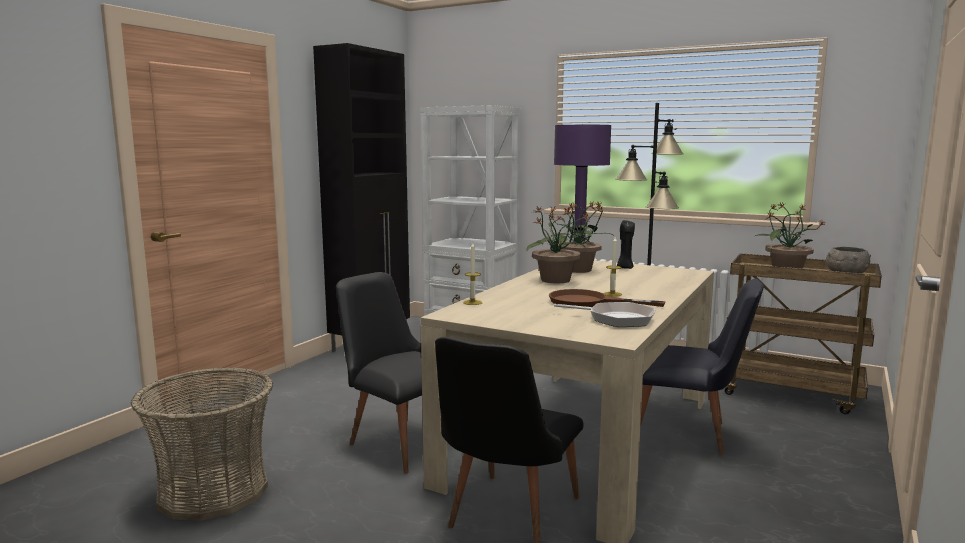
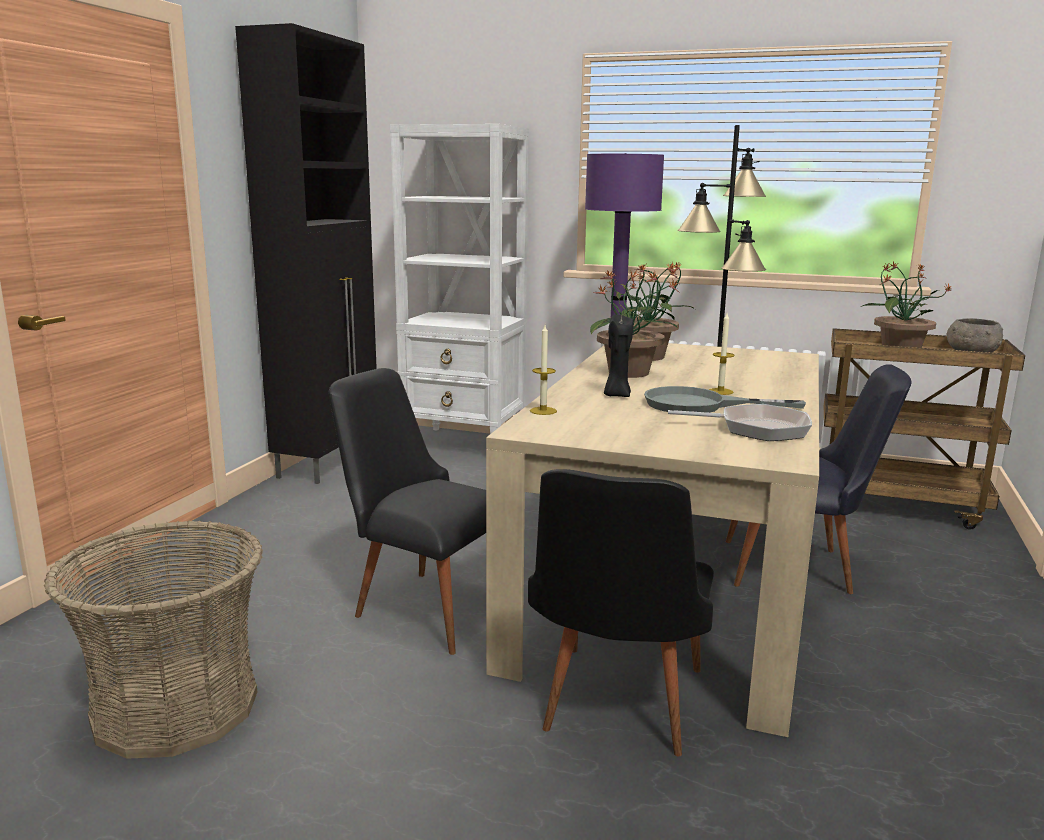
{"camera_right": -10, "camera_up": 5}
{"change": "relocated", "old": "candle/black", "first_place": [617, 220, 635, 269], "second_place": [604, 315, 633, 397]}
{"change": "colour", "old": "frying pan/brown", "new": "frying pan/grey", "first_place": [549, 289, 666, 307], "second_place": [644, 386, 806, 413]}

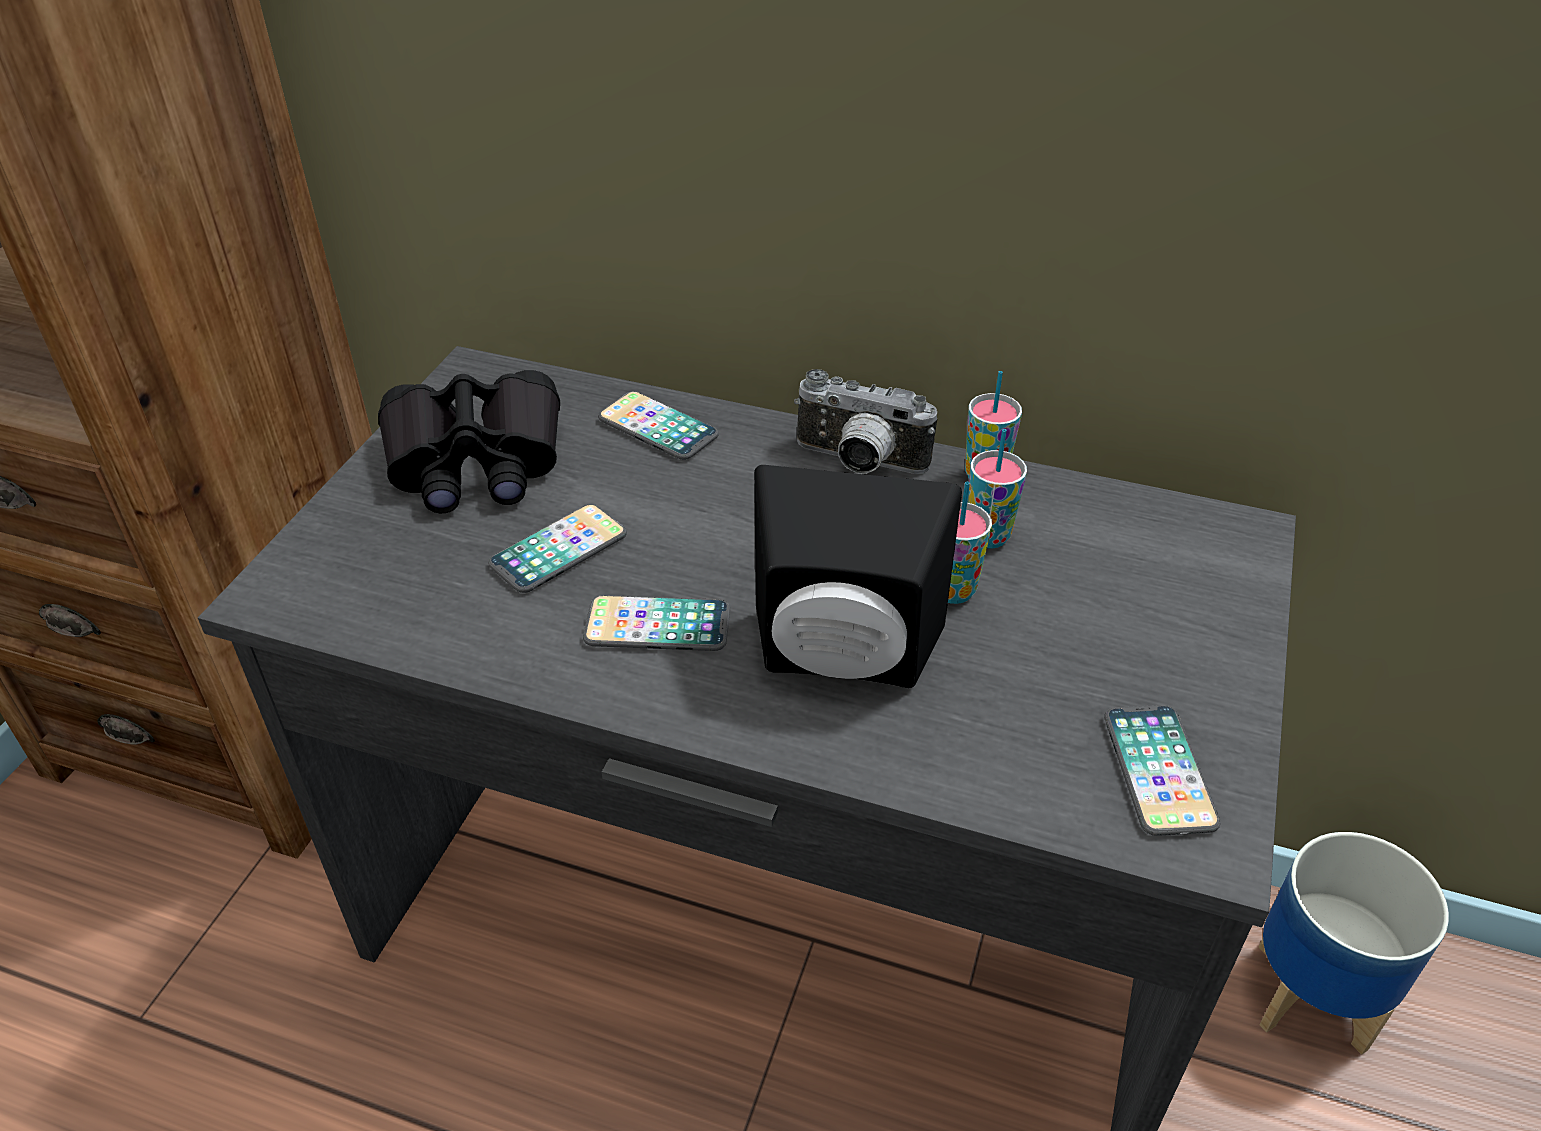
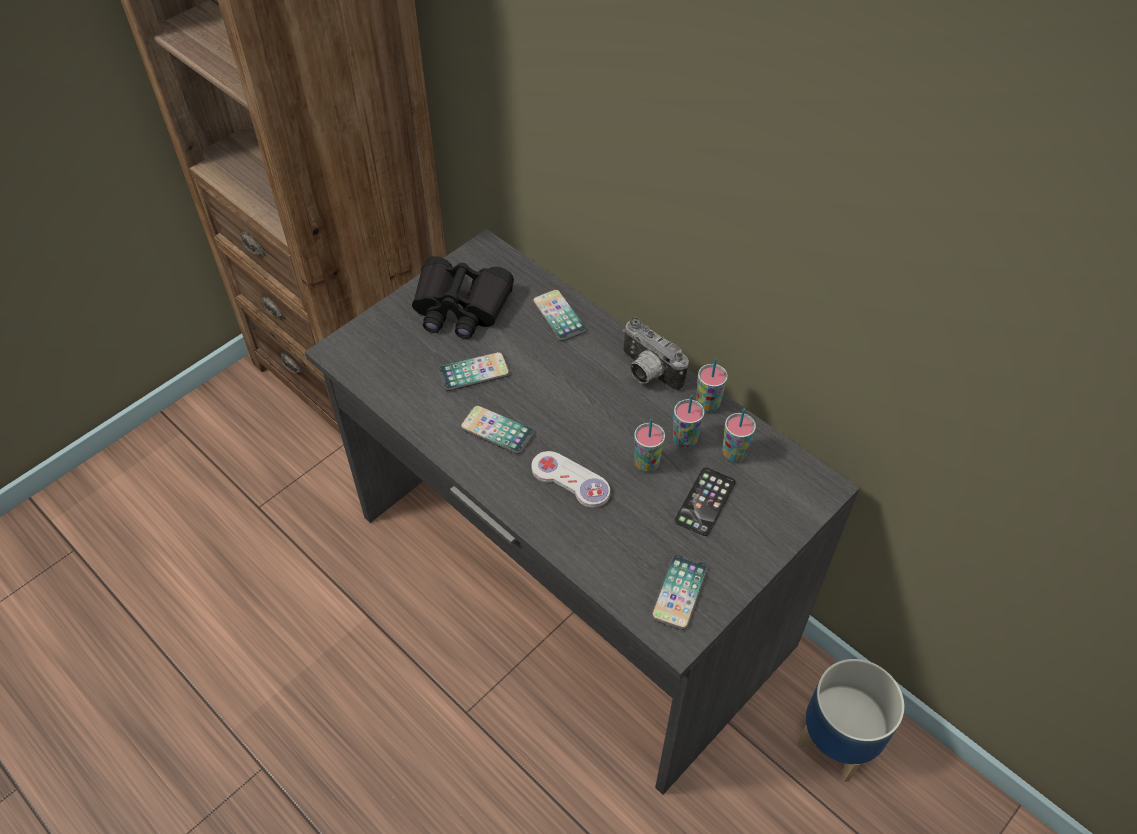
{"camera_right": 25, "camera_up": 10}
{"change": "exchanged", "old": "speaker/black", "new": "game controller/white", "first_place": [754, 465, 962, 688], "second_place": [531, 451, 610, 508]}
{"change": "appeared", "new": "phone", "second_place": [675, 467, 736, 536]}
{"change": "appeared", "new": "cup", "second_place": [723, 409, 756, 462]}

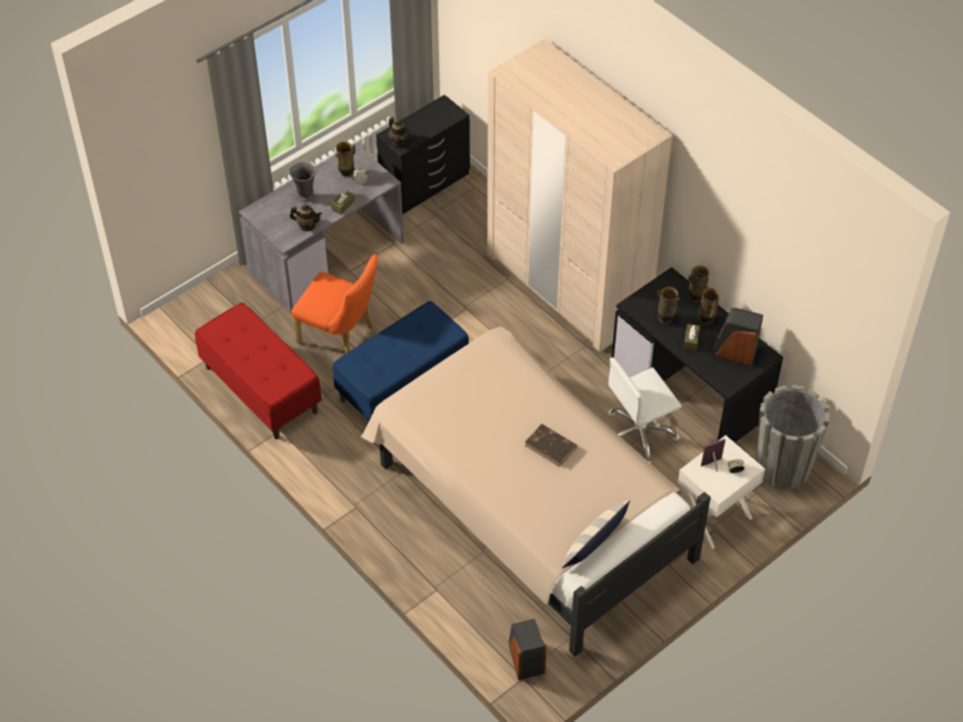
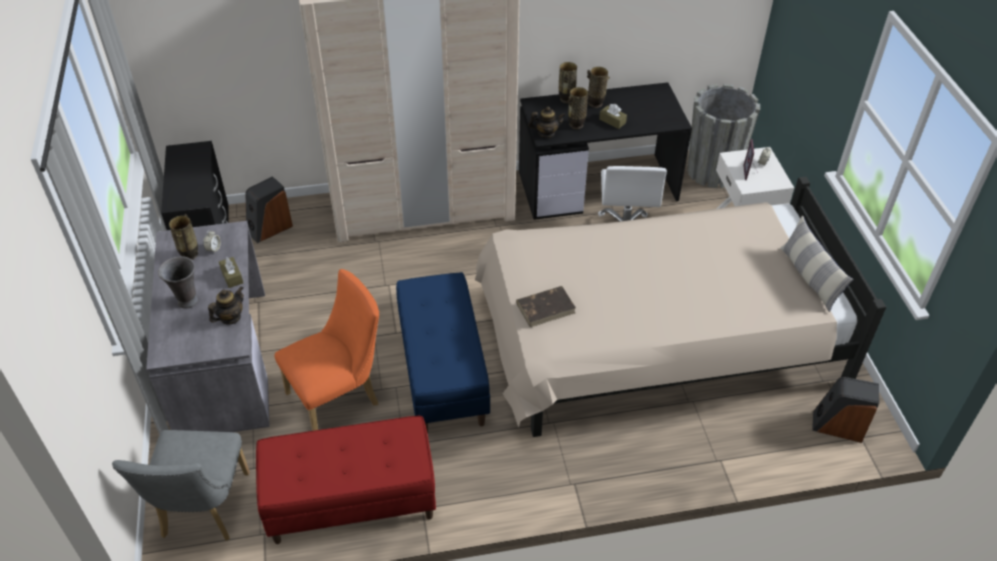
{"camera_right": -60, "camera_up": -5}
{"change": "appeared", "new": "chair/grey", "second_place": [112, 430, 250, 541]}
{"change": "relocated", "old": "speaker", "first_place": [711, 308, 763, 366], "second_place": [245, 176, 293, 243]}
{"change": "relocated", "old": "book/brown", "first_place": [525, 424, 577, 467], "second_place": [516, 286, 576, 327]}
{"change": "relocated", "old": "teapot", "first_place": [388, 117, 409, 147], "second_place": [528, 106, 565, 138]}

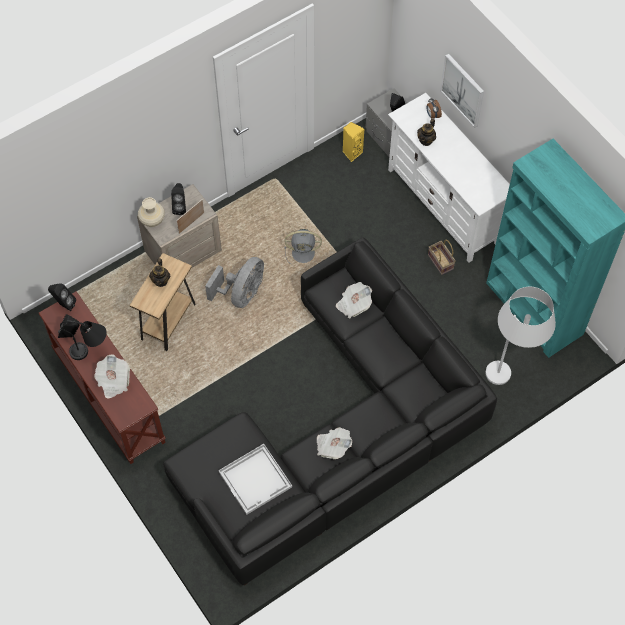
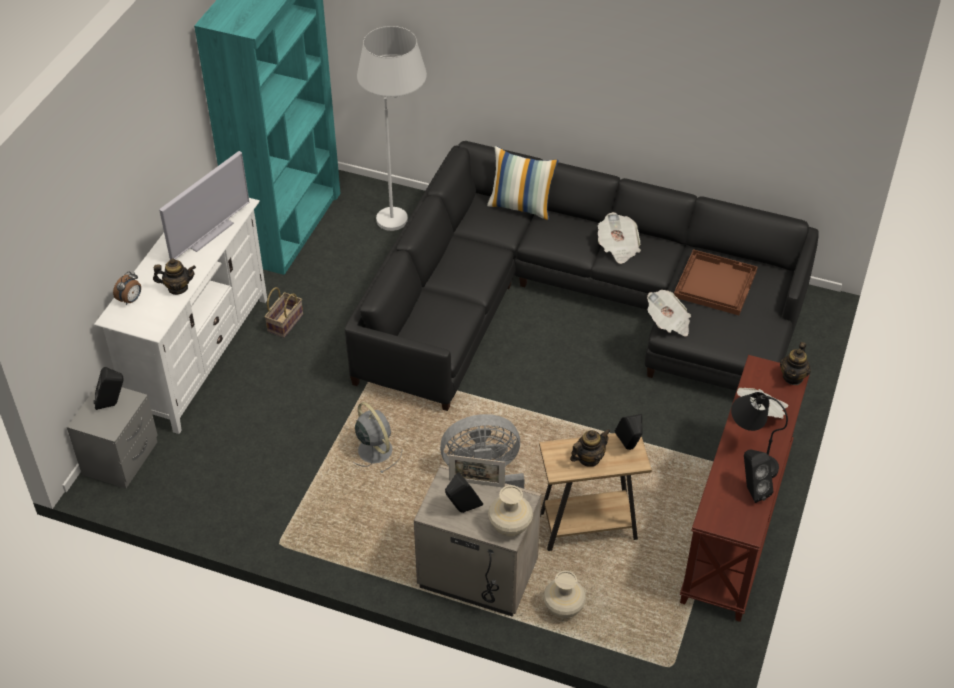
{"camera_right": -125, "camera_up": -15}
{"change": "appeared", "new": "television", "second_place": [159, 151, 249, 259]}
{"change": "appeared", "new": "pillow", "second_place": [487, 146, 559, 220]}
{"change": "appeared", "new": "vase/beige", "second_place": [543, 571, 586, 618]}
{"change": "relocated", "old": "speaker/black", "first_place": [48, 283, 76, 311], "second_place": [615, 414, 642, 450]}
{"change": "relocated", "old": "newspaper", "first_place": [336, 282, 372, 319], "second_place": [647, 290, 691, 336]}
{"change": "colour", "old": "tray/white", "new": "tray/brown", "first_place": [219, 444, 292, 515], "second_place": [674, 249, 757, 315]}
{"change": "appeared", "new": "teapot", "second_place": [780, 342, 811, 385]}
{"change": "missing", "old": "speaker/yellow", "first_place": [343, 122, 364, 162]}
{"change": "missing", "old": "picture", "first_place": [440, 54, 484, 128]}

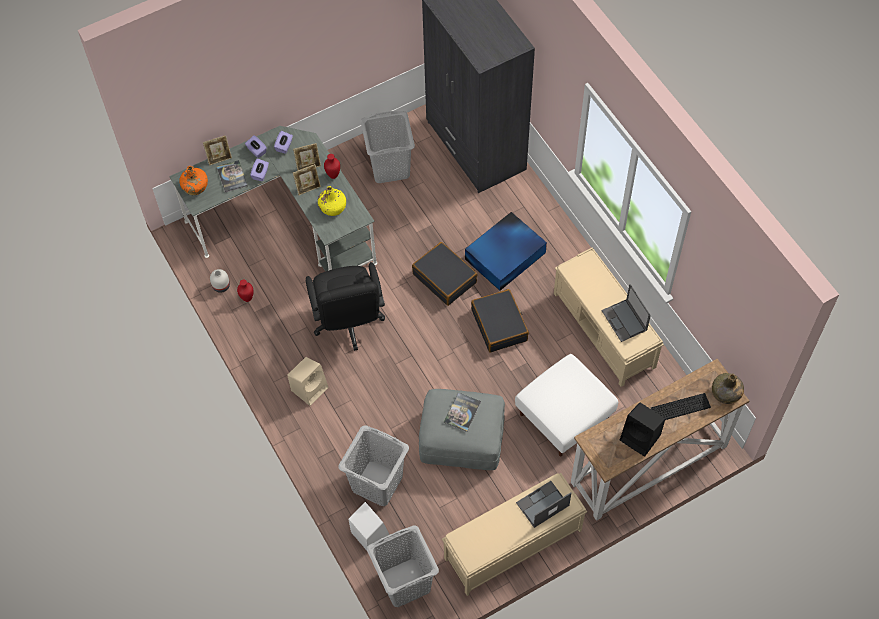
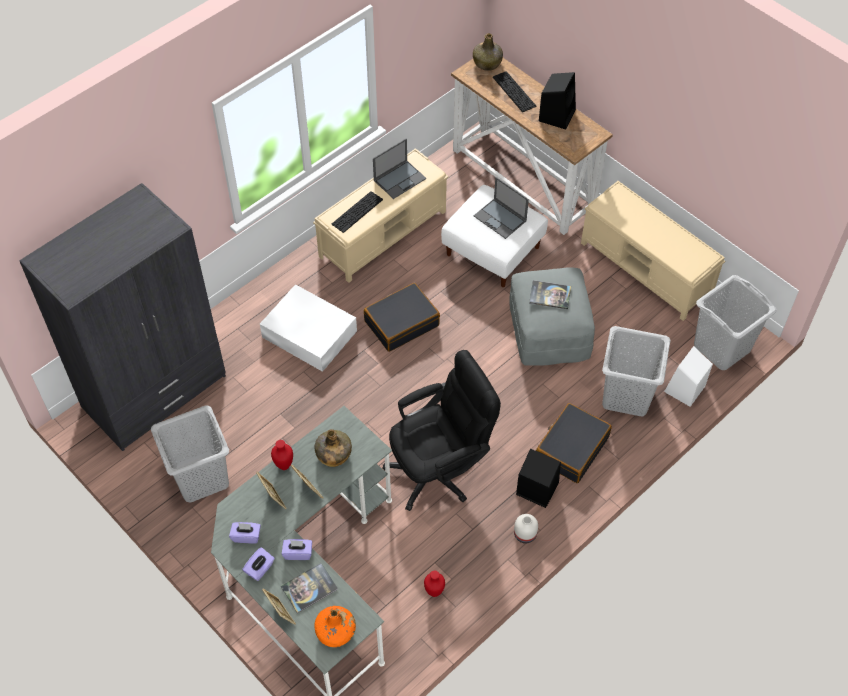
{"camera_right": -105, "camera_up": -5}
{"change": "colour", "old": "storage box/blue", "new": "storage box/white", "first_place": [465, 212, 547, 291], "second_place": [260, 284, 357, 372]}
{"change": "colour", "old": "bottle/yellow", "new": "bottle/green", "first_place": [318, 186, 346, 216], "second_place": [314, 429, 352, 467]}
{"change": "appeared", "new": "keyboard", "second_place": [331, 191, 383, 233]}
{"change": "relocated", "old": "laptop", "first_place": [516, 481, 571, 528], "second_place": [474, 177, 529, 239]}
{"change": "relocated", "old": "vase/white", "first_place": [210, 269, 230, 293], "second_place": [514, 514, 538, 544]}
{"change": "colour", "old": "speaker/beige", "new": "speaker/black", "first_place": [287, 357, 329, 406], "second_place": [516, 449, 561, 508]}
{"change": "relocated", "old": "suitcase/black", "first_place": [412, 242, 478, 306], "second_place": [536, 403, 612, 483]}

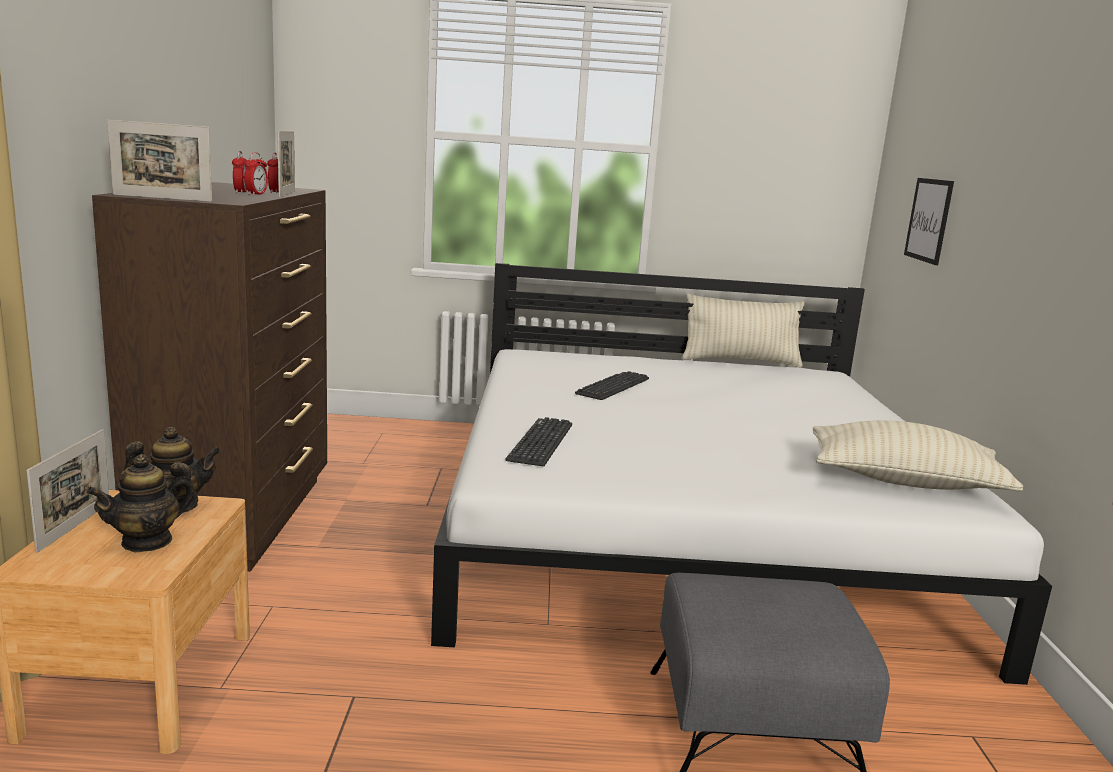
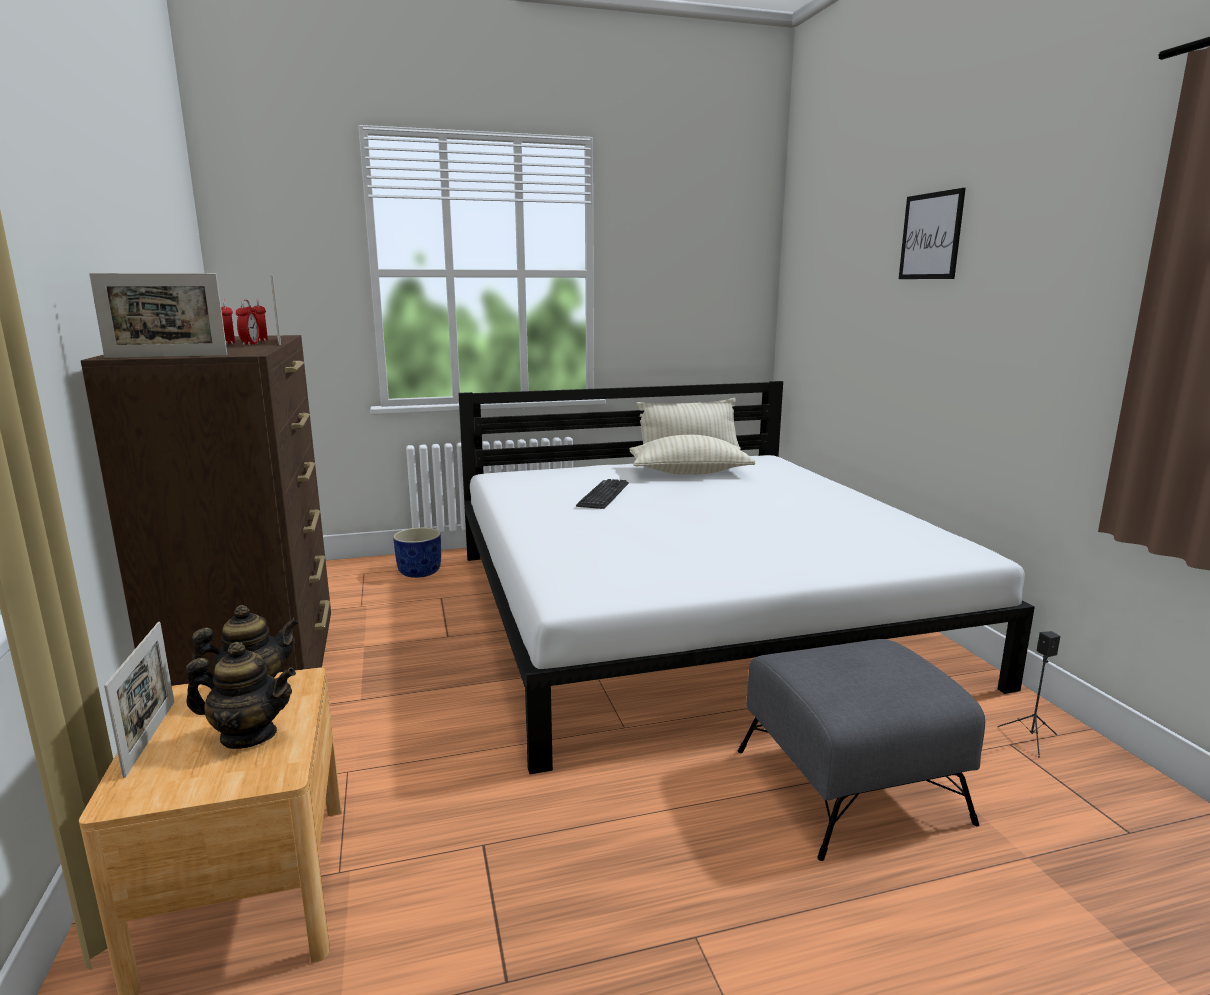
{"camera_right": -15, "camera_up": 0}
{"change": "spun", "old": "teapot", "first_place": [86, 454, 198, 552], "second_place": [186, 642, 296, 749], "degrees": -120}
{"change": "appeared", "new": "planter/blue", "second_place": [393, 527, 441, 578]}
{"change": "relocated", "old": "pillow/beige", "first_place": [813, 420, 1023, 492], "second_place": [629, 435, 756, 475]}
{"change": "relocated", "old": "picture", "first_place": [904, 178, 954, 265], "second_place": [899, 188, 966, 279]}
{"change": "appeared", "new": "speaker/black", "second_place": [997, 631, 1060, 758]}
{"change": "missing", "old": "keyboard", "first_place": [505, 417, 572, 466]}

